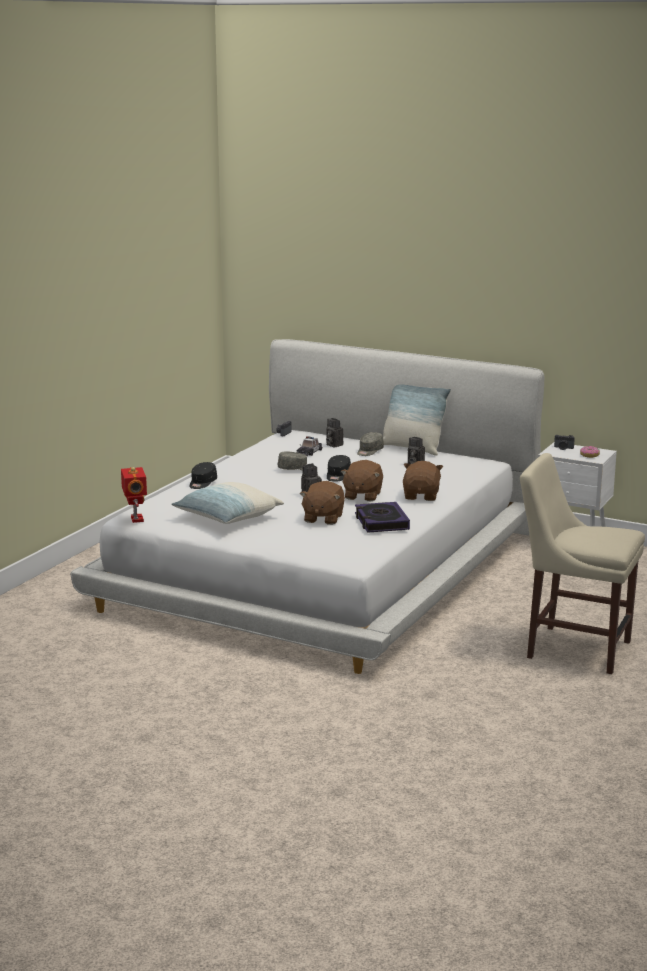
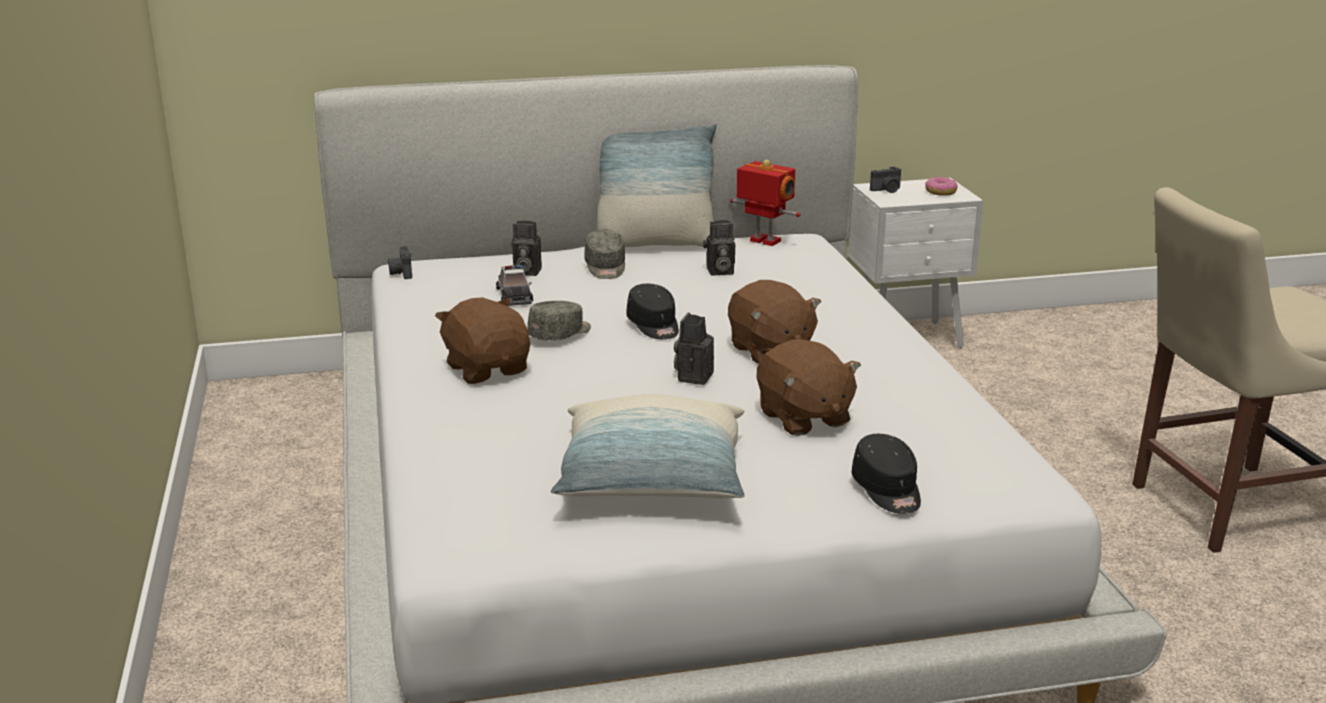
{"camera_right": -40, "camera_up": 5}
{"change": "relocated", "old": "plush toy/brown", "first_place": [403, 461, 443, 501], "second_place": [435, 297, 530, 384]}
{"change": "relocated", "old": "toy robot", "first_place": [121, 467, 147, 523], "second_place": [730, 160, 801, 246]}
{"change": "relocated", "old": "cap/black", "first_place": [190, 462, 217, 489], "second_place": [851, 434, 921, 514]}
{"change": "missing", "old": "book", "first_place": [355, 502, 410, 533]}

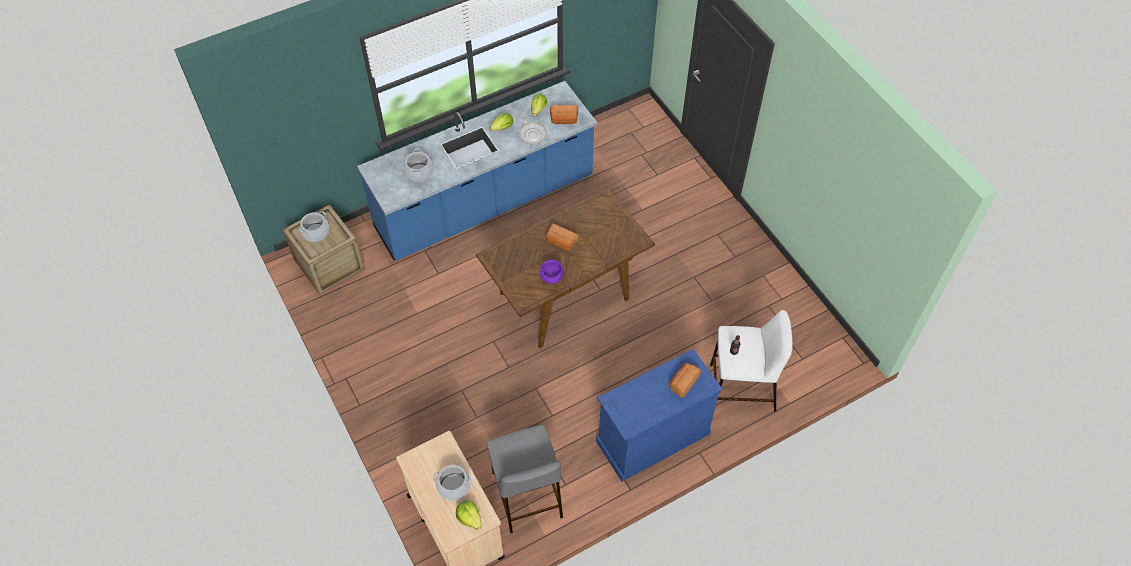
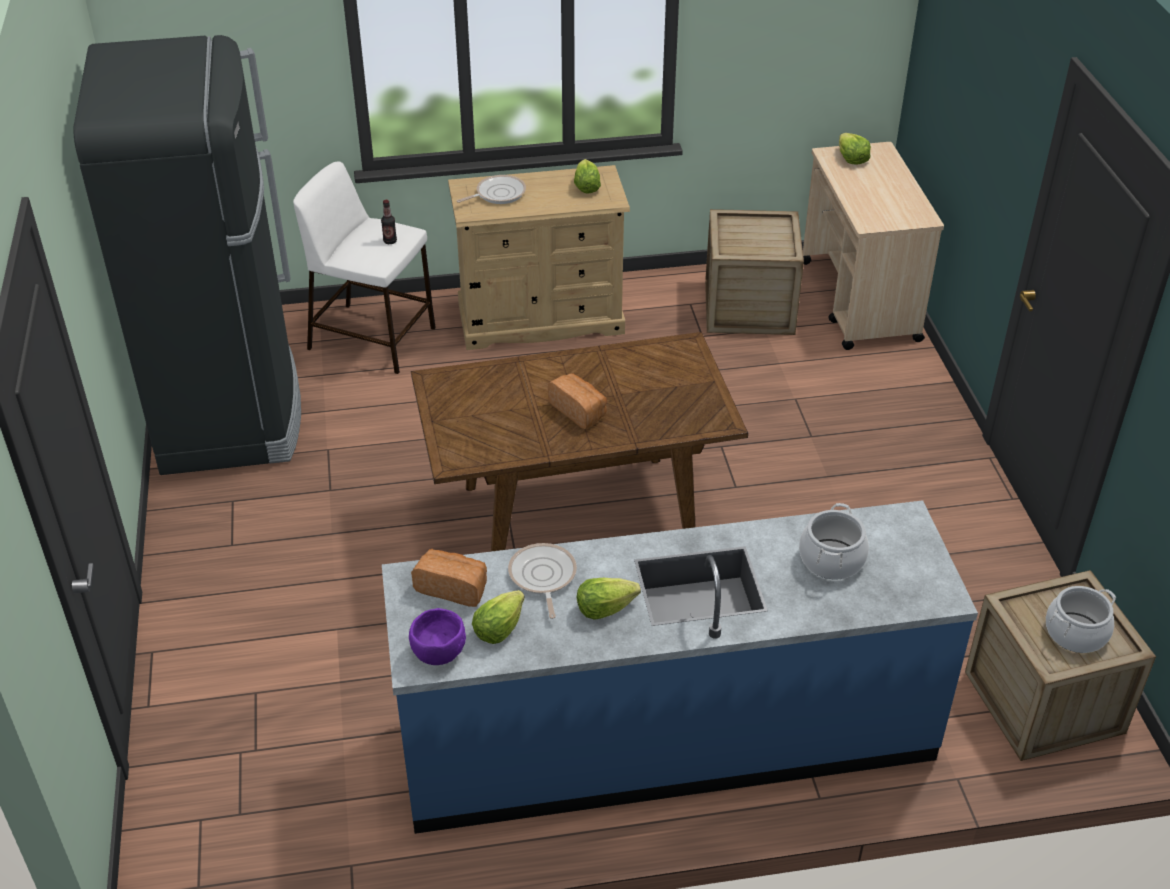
{"camera_right": -160, "camera_up": -15}
{"change": "appeared", "new": "fridge/black", "second_place": [73, 35, 301, 475]}
{"change": "relocated", "old": "bowl/purple", "first_place": [540, 260, 563, 284], "second_place": [409, 608, 466, 665]}
{"change": "colour", "old": "dresser/blue", "new": "dresser/beige", "first_place": [596, 349, 723, 482], "second_place": [448, 165, 630, 350]}
{"change": "exchanged", "old": "bread", "new": "frying pan", "first_place": [670, 363, 701, 398], "second_place": [457, 175, 526, 204]}
{"change": "appeared", "new": "lettuce", "second_place": [574, 159, 601, 194]}
{"change": "exchanged", "old": "stool/grey", "new": "crate", "first_place": [487, 425, 563, 534], "second_place": [705, 209, 804, 335]}
{"change": "missing", "old": "cooking pot", "first_place": [433, 465, 471, 501]}

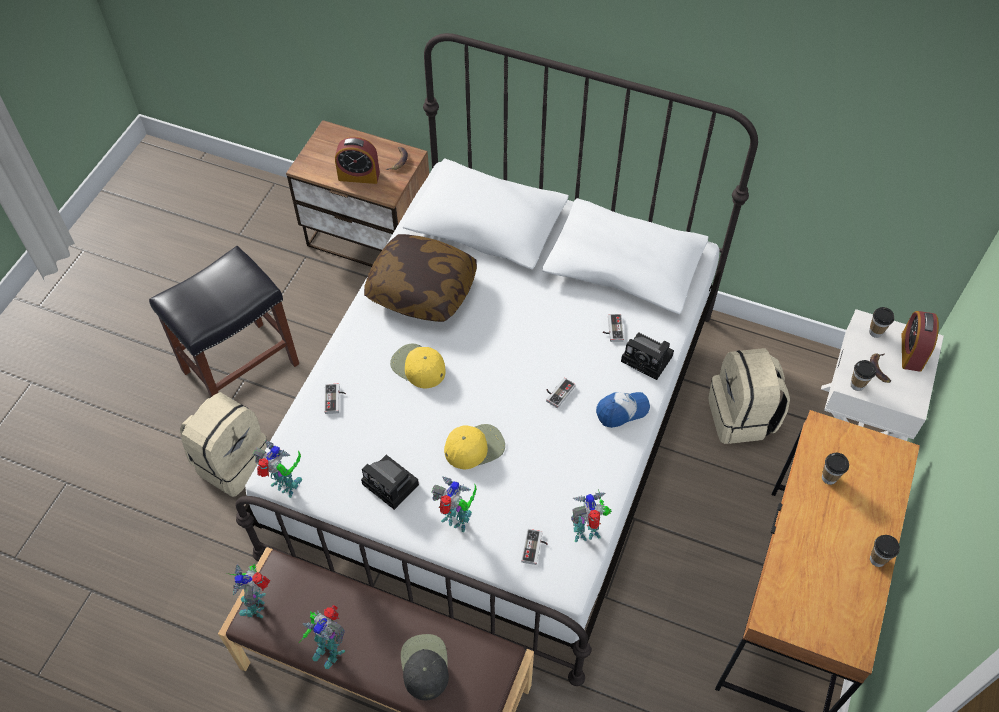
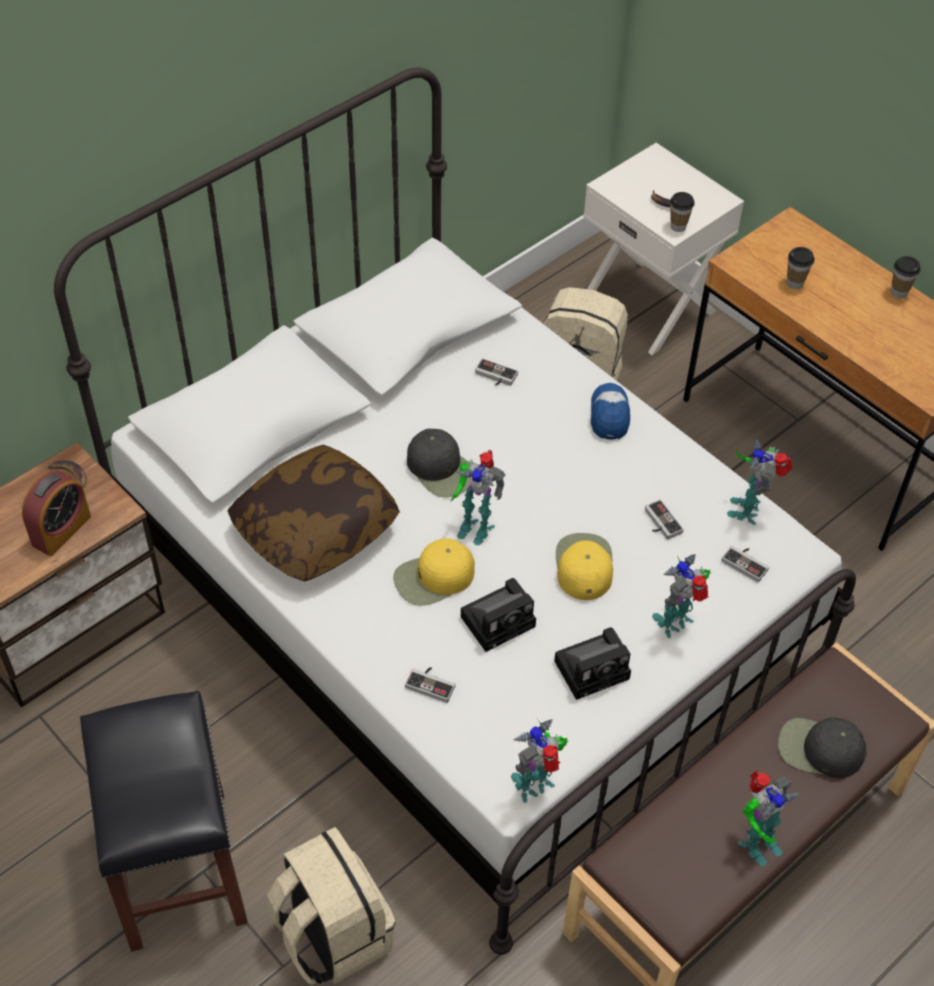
{"camera_right": -65, "camera_up": -5}
{"change": "appeared", "new": "cap/black", "second_place": [407, 429, 472, 498]}
{"change": "relocated", "old": "toy robot", "first_place": [227, 564, 270, 618], "second_place": [451, 450, 505, 545]}
{"change": "relocated", "old": "photo camera", "first_place": [621, 332, 674, 380], "second_place": [461, 578, 536, 652]}
{"change": "relocated", "old": "game controller", "first_place": [546, 378, 576, 408], "second_place": [645, 500, 684, 540]}
{"change": "missing", "old": "cup", "first_place": [869, 307, 894, 338]}
{"change": "missing", "old": "alarm clock", "first_place": [902, 311, 939, 372]}

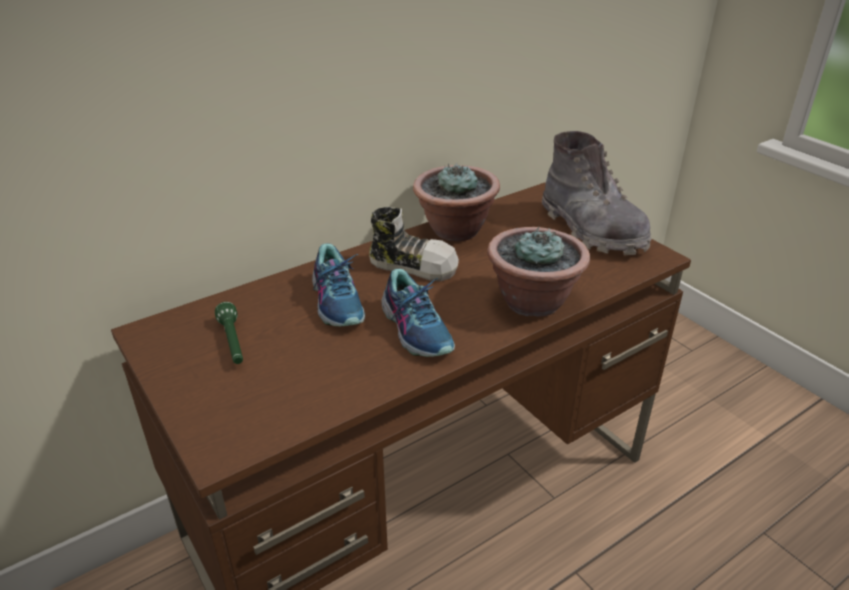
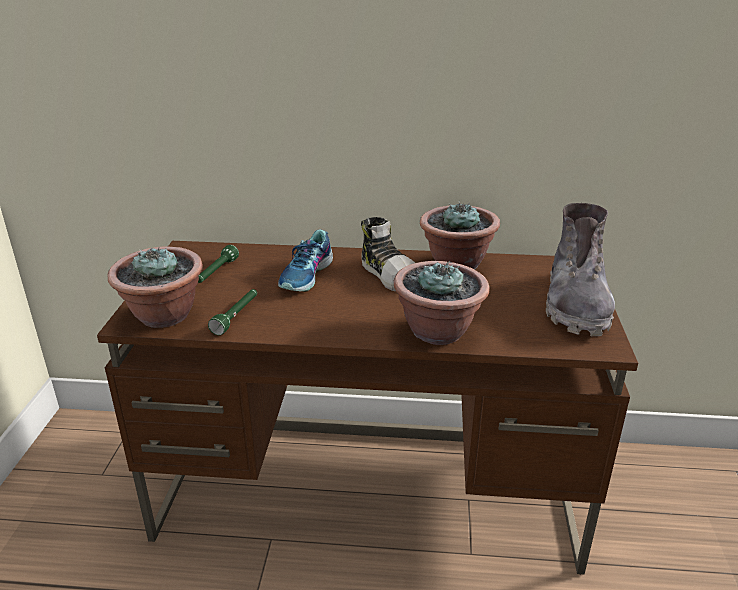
{"camera_right": 40, "camera_up": -5}
{"change": "appeared", "new": "potted plant", "second_place": [107, 247, 203, 328]}
{"change": "appeared", "new": "flashlight/green", "second_place": [208, 289, 257, 335]}
{"change": "missing", "old": "shoe", "first_place": [381, 269, 455, 357]}

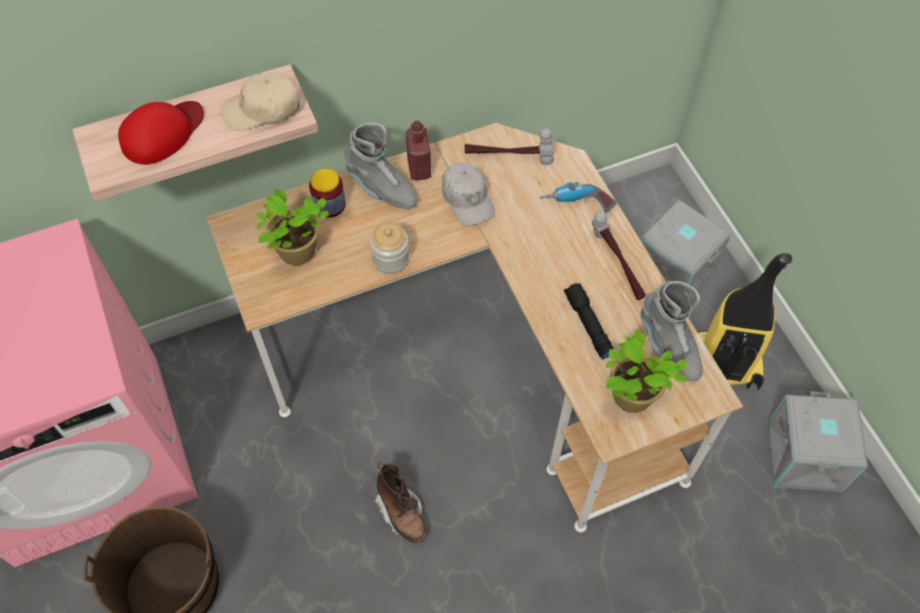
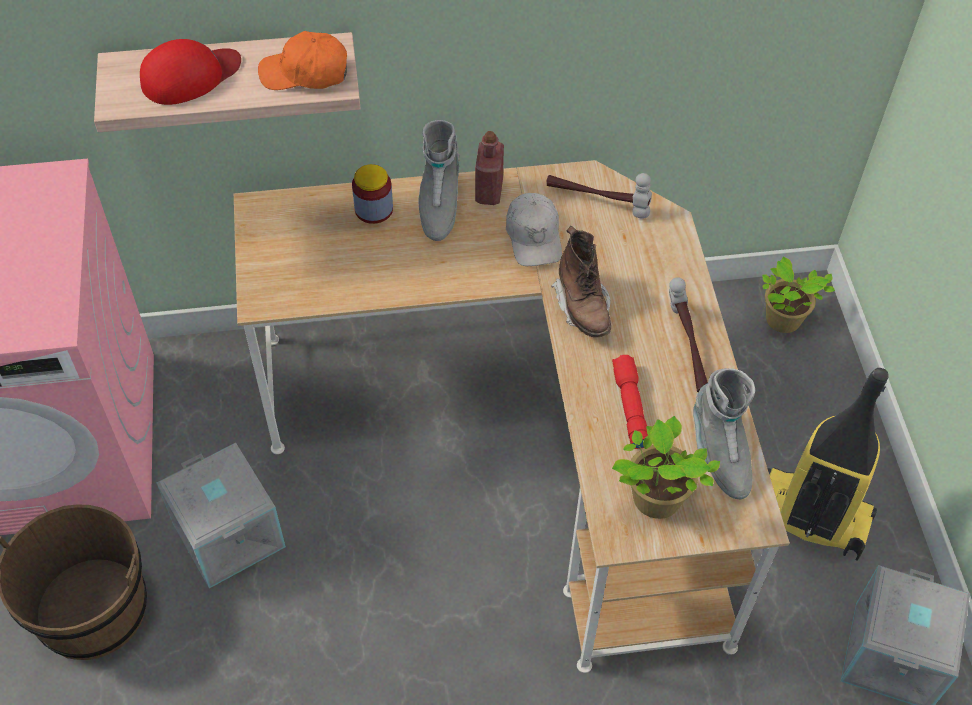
{"camera_right": 15, "camera_up": -5}
{"change": "relocated", "old": "storage box/grey", "first_place": [640, 199, 731, 298], "second_place": [157, 442, 286, 588]}
{"change": "colour", "old": "cap/beige", "new": "cap/orange", "first_place": [221, 72, 299, 131], "second_place": [258, 31, 347, 90]}
{"change": "spun", "old": "boot/grey", "first_place": [344, 123, 418, 209], "second_place": [418, 120, 460, 241], "degrees": 45}
{"change": "relocated", "old": "boot/brown", "first_place": [375, 462, 427, 543], "second_place": [551, 226, 611, 337]}
{"change": "colour", "old": "flashlight/black", "new": "flashlight/red", "first_place": [564, 283, 614, 360], "second_place": [612, 355, 648, 449]}
{"change": "relocated", "old": "potted plant", "first_place": [257, 189, 329, 265], "second_place": [762, 256, 835, 333]}
{"change": "missing", "old": "jar", "first_place": [370, 222, 409, 274]}
{"change": "missing", "old": "power drill", "first_place": [540, 182, 616, 213]}

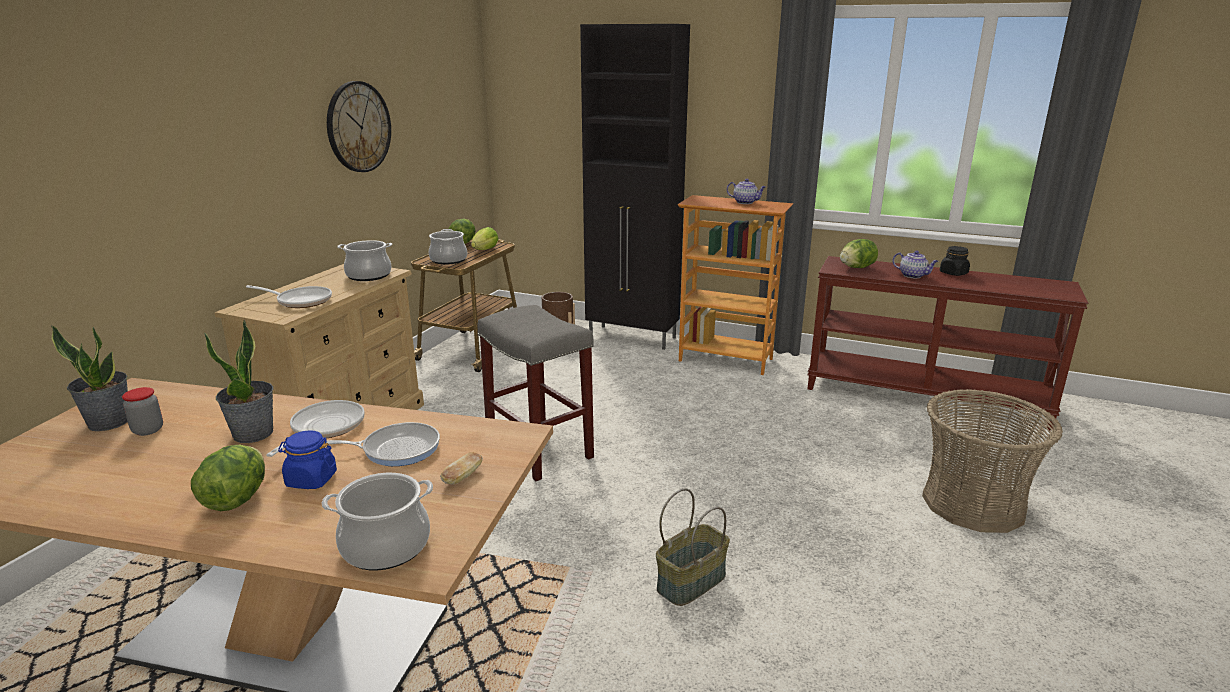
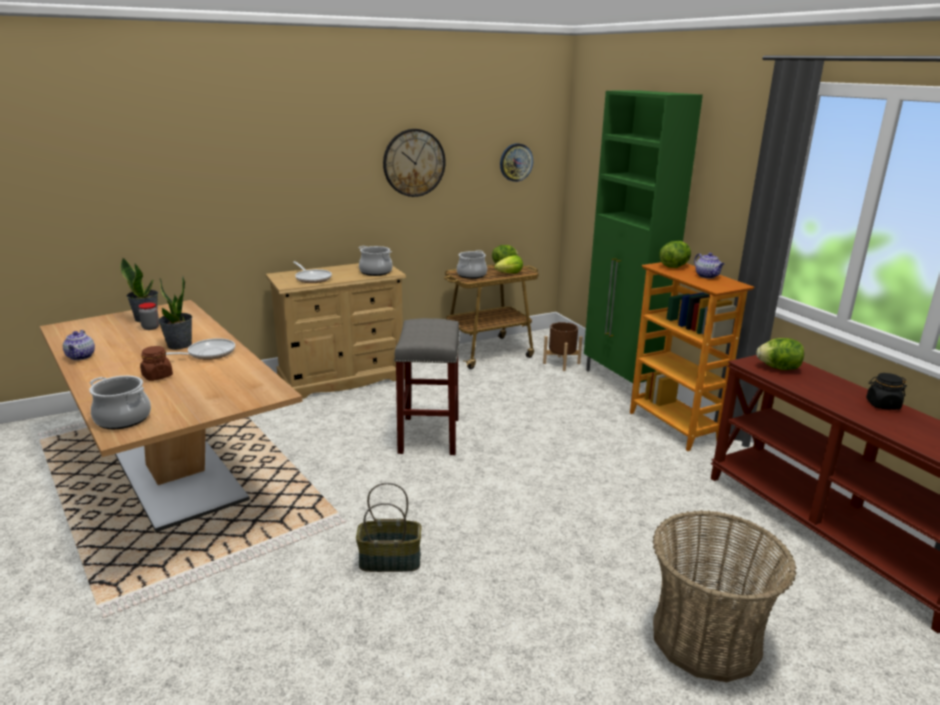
{"camera_right": 40, "camera_up": 0}
{"change": "relocated", "old": "teapot", "first_place": [893, 251, 939, 278], "second_place": [63, 330, 95, 360]}
{"change": "colour", "old": "jar/blue", "new": "jar/brown", "first_place": [278, 430, 337, 489], "second_place": [140, 346, 173, 381]}
{"change": "appeared", "new": "wall clock", "second_place": [500, 143, 533, 182]}
{"change": "colour", "old": "cabinet/black", "new": "cabinet/green", "first_place": [580, 24, 690, 350], "second_place": [584, 90, 703, 398]}
{"change": "relocated", "old": "lettuce", "first_place": [191, 445, 265, 511], "second_place": [659, 241, 691, 268]}
{"change": "missing", "old": "frying pan", "first_place": [326, 422, 440, 466]}
{"change": "missing", "old": "bread", "first_place": [440, 452, 483, 484]}

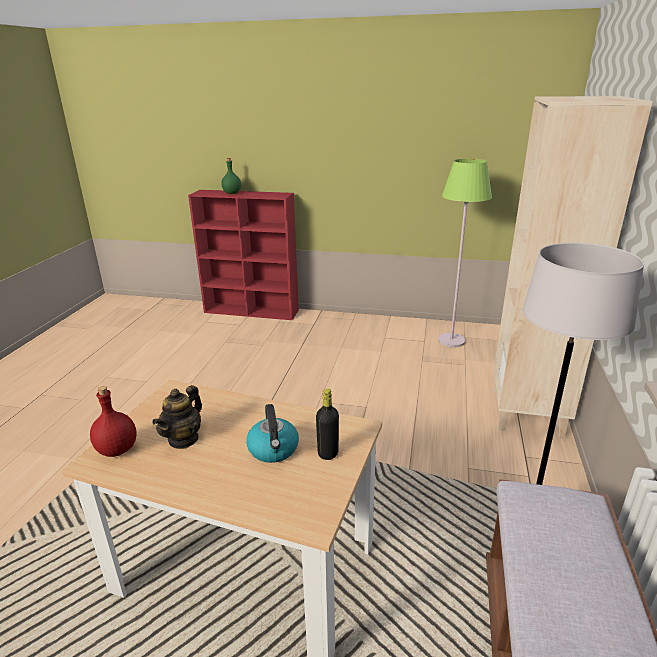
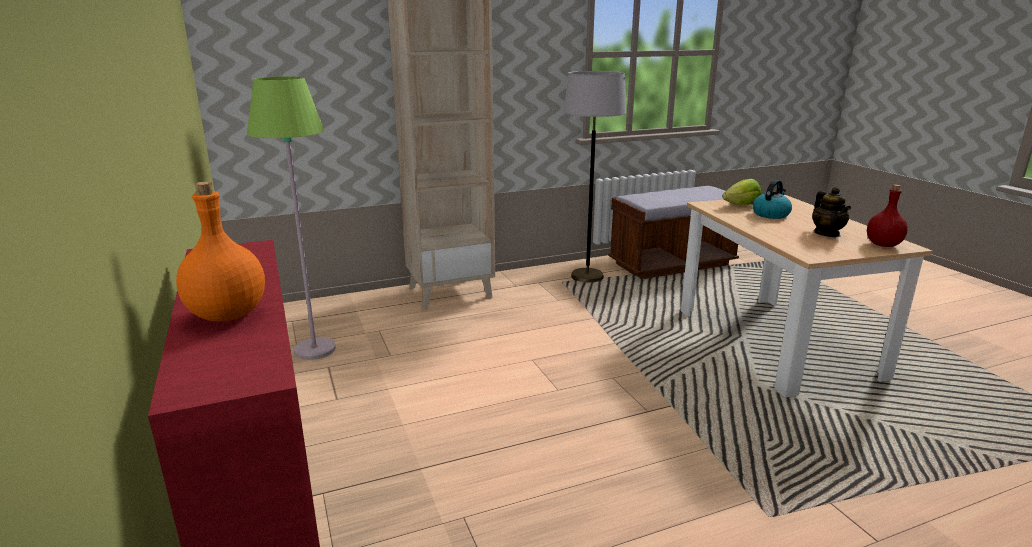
{"camera_right": -125, "camera_up": -5}
{"change": "colour", "old": "bottle/green", "new": "bottle/orange", "first_place": [221, 158, 241, 194], "second_place": [176, 181, 265, 322]}
{"change": "exchanged", "old": "bottle/black", "new": "lettuce", "first_place": [316, 389, 339, 460], "second_place": [723, 179, 761, 205]}
{"change": "spun", "old": "teapot", "first_place": [152, 385, 202, 449], "second_place": [812, 187, 851, 237], "degrees": 90}

